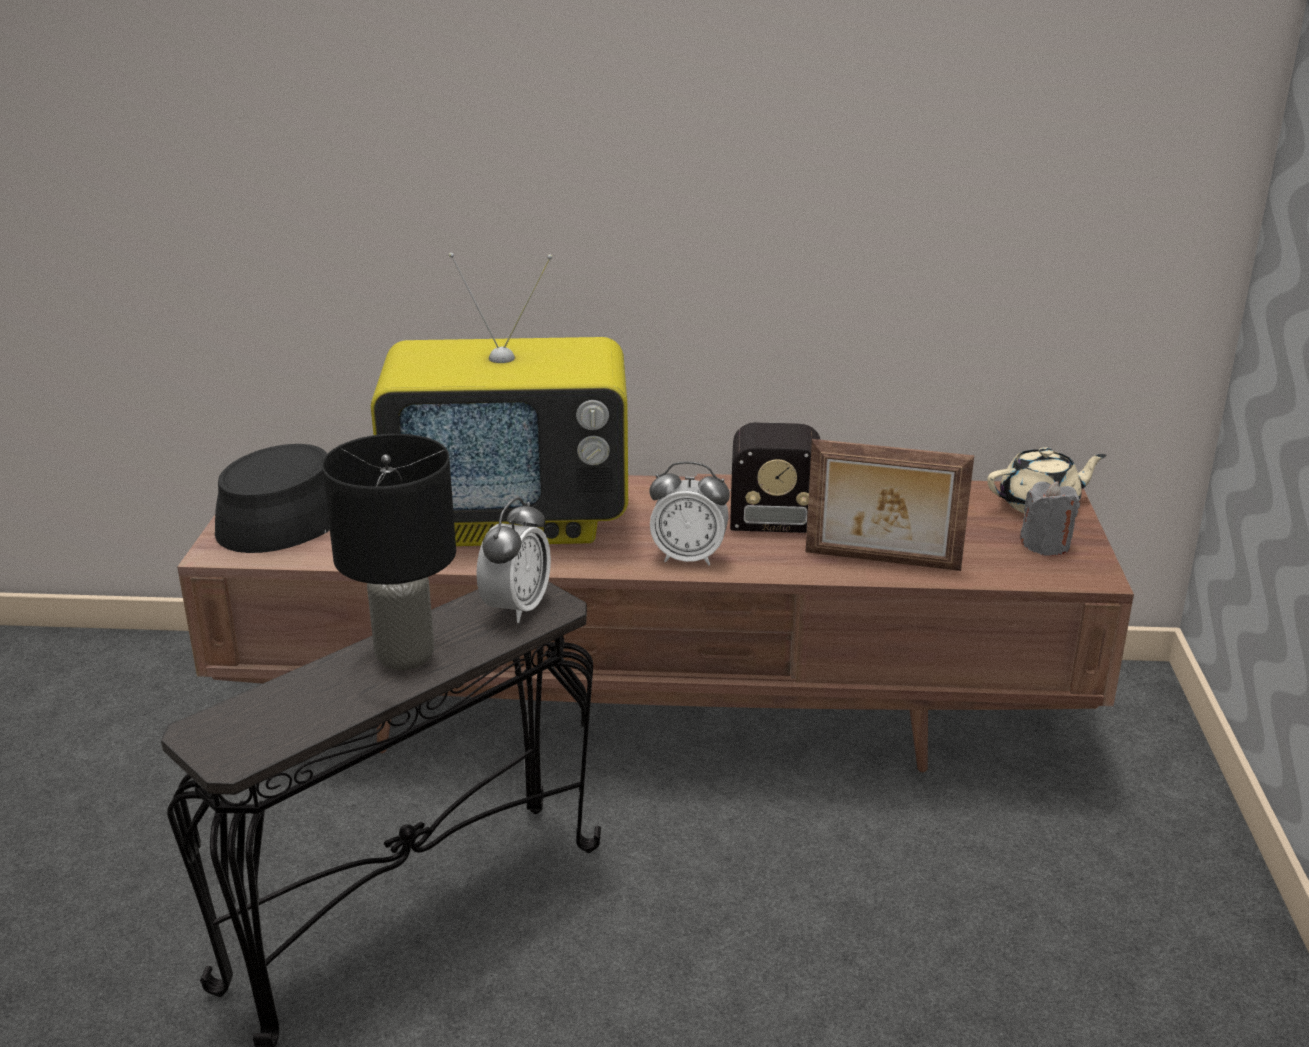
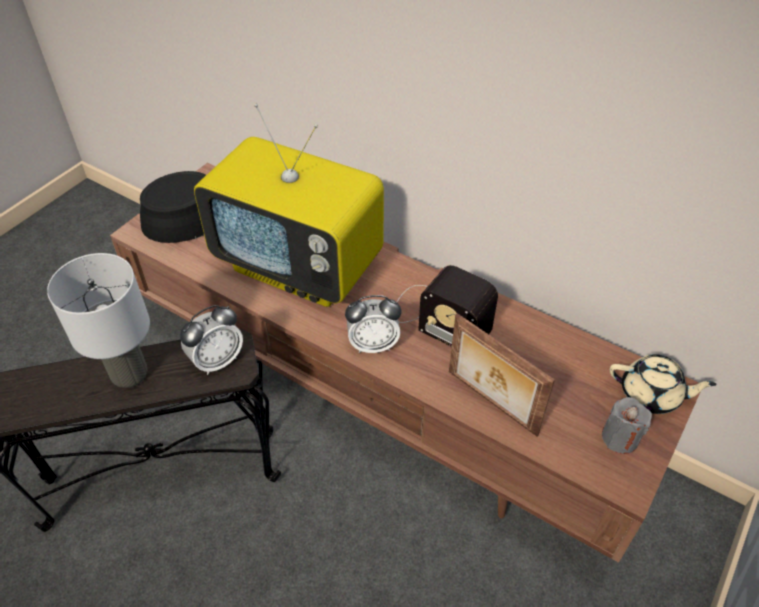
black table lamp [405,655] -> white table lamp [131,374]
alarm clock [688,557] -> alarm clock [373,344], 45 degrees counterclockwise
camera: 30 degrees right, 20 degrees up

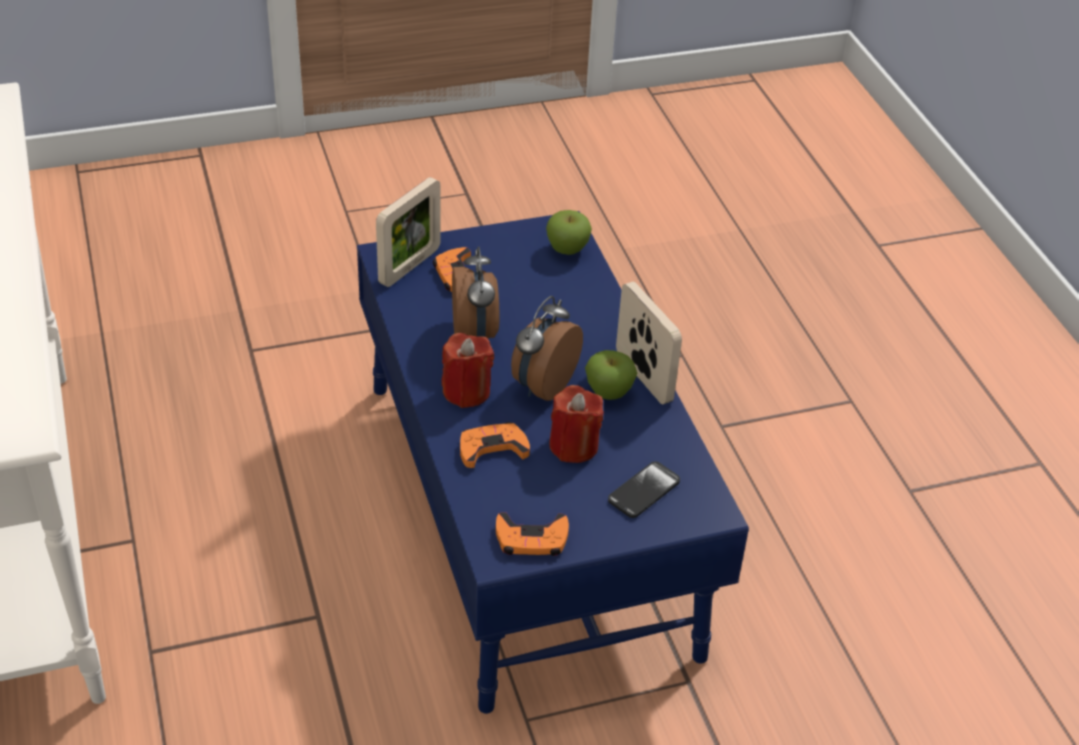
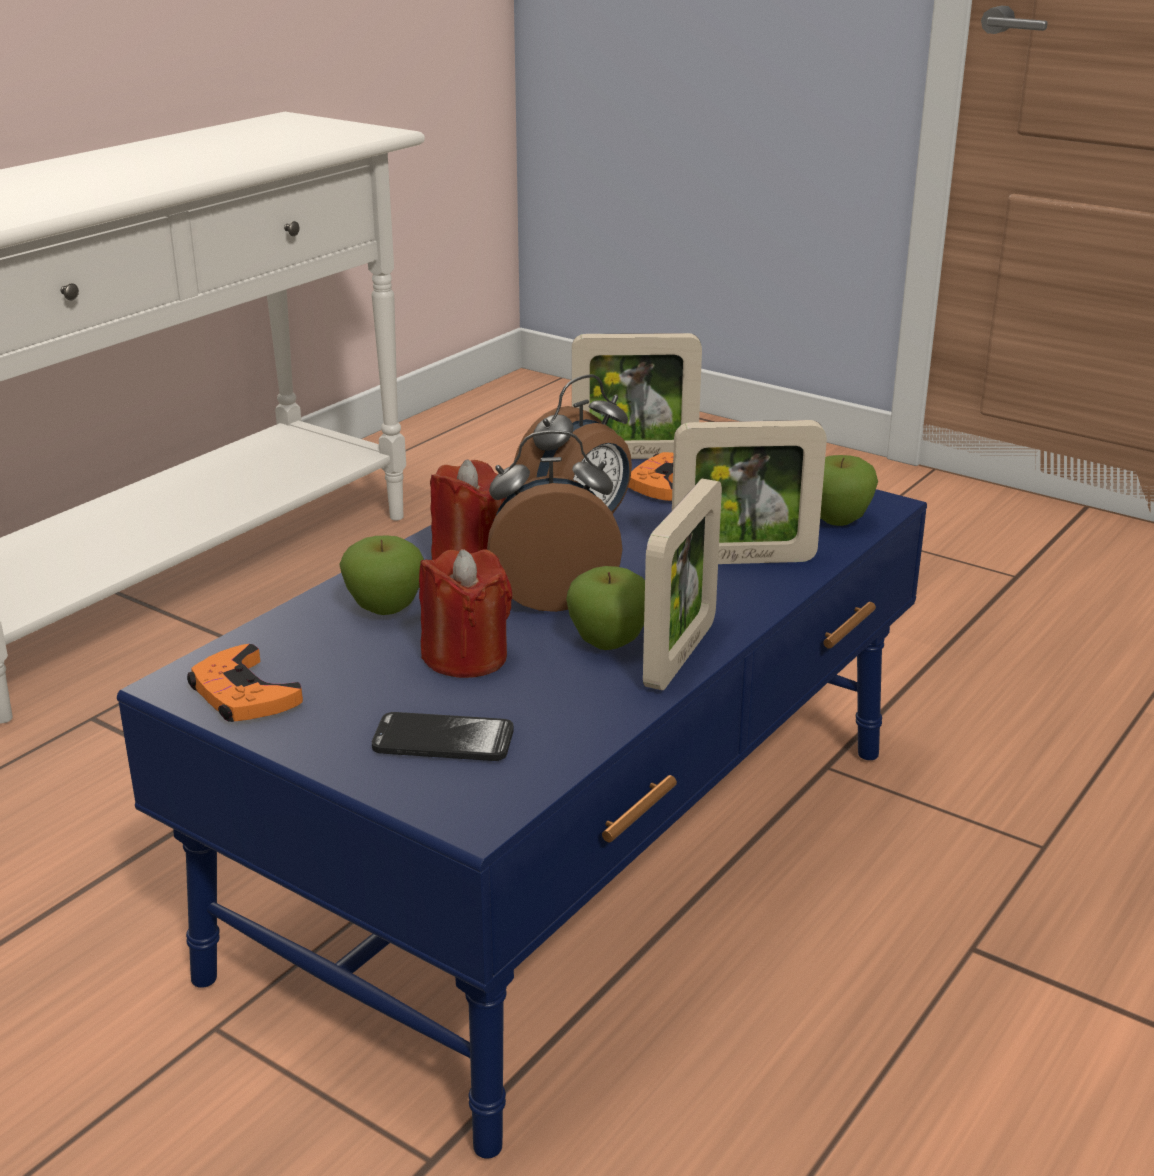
orange game controller [492,448] -> apple [385,609]
none -> picture frame [743,560]
camera: 55 degrees right, 15 degrees down

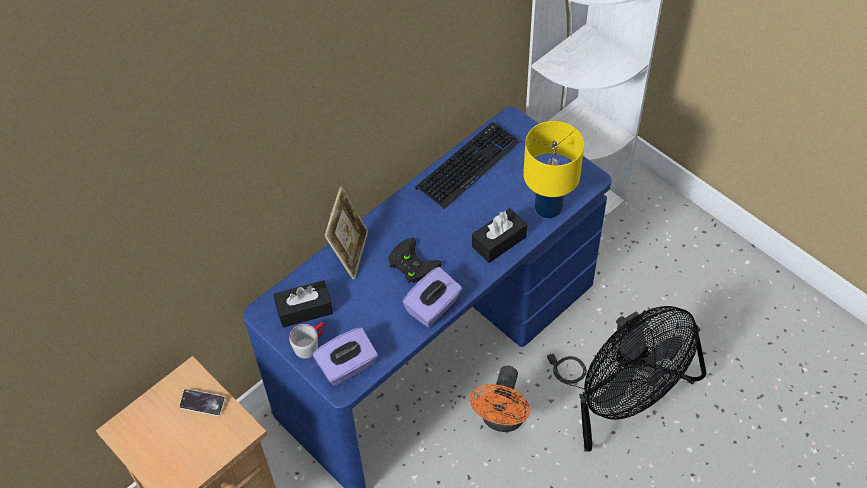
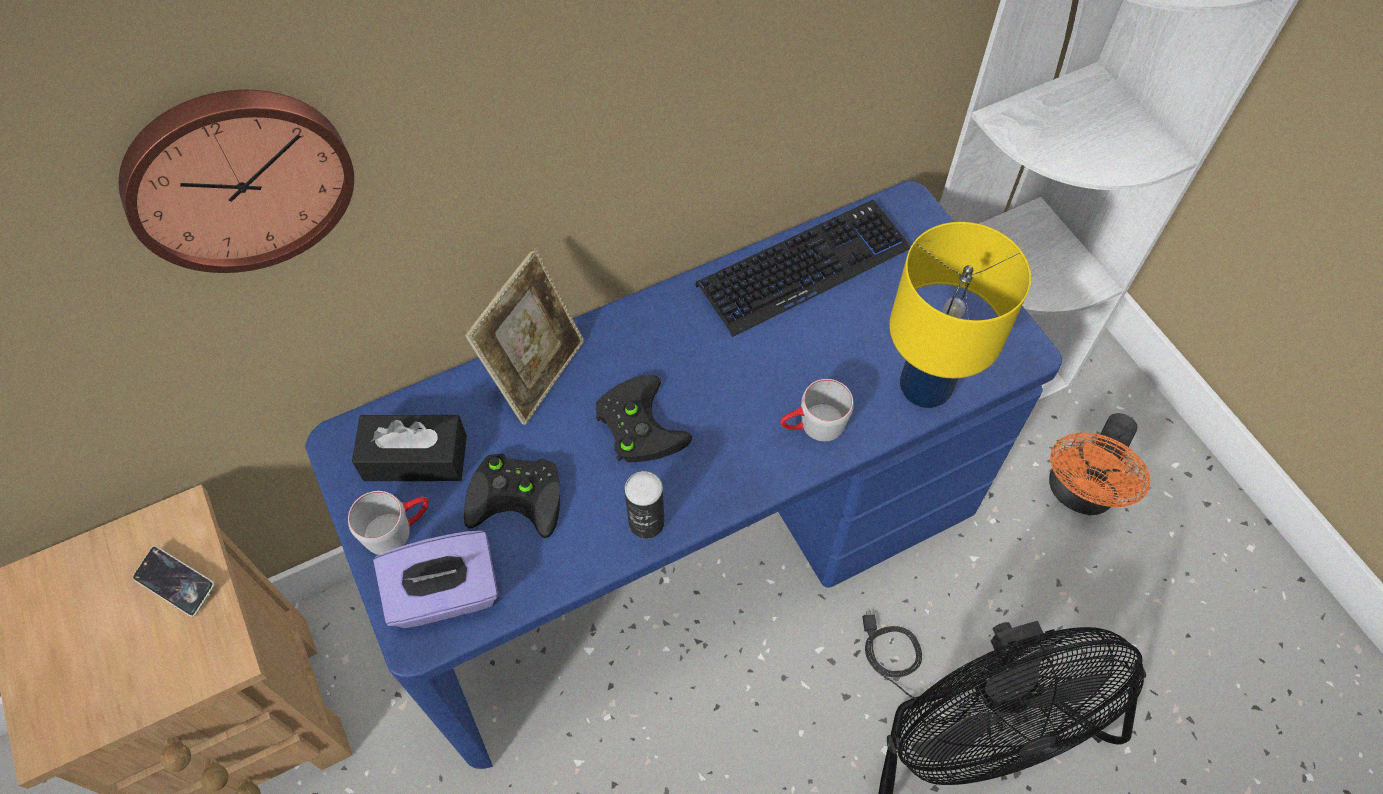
none -> wall clock [238,177]
none -> black game controller [520,495]
purple tissue box [433,307] -> can [646,522]
black tissue box [499,241] -> grey mug [812,426]
orange fan [502,420] -> orange fan [1078,494], relocated
camera: 15 degrees right, 5 degrees up

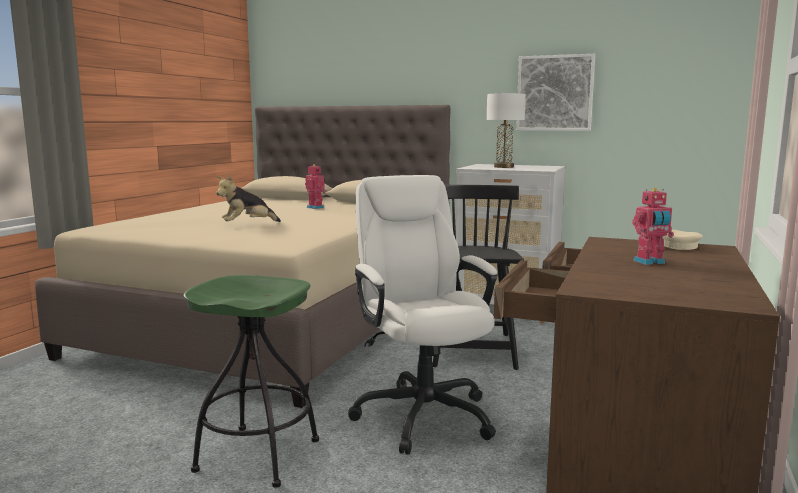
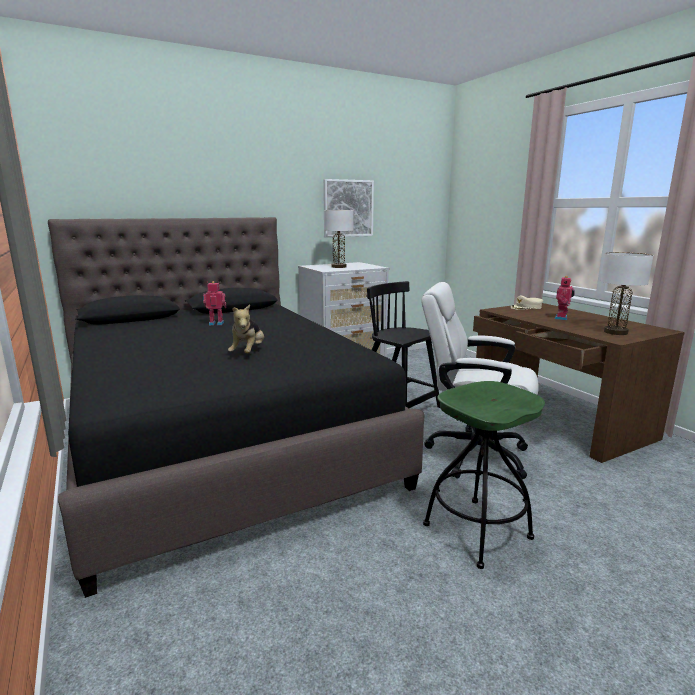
beige bed [280,320] -> black bed [221,440]
none -> table lamp [615,332]
camera: 50 degrees left, 5 degrees up

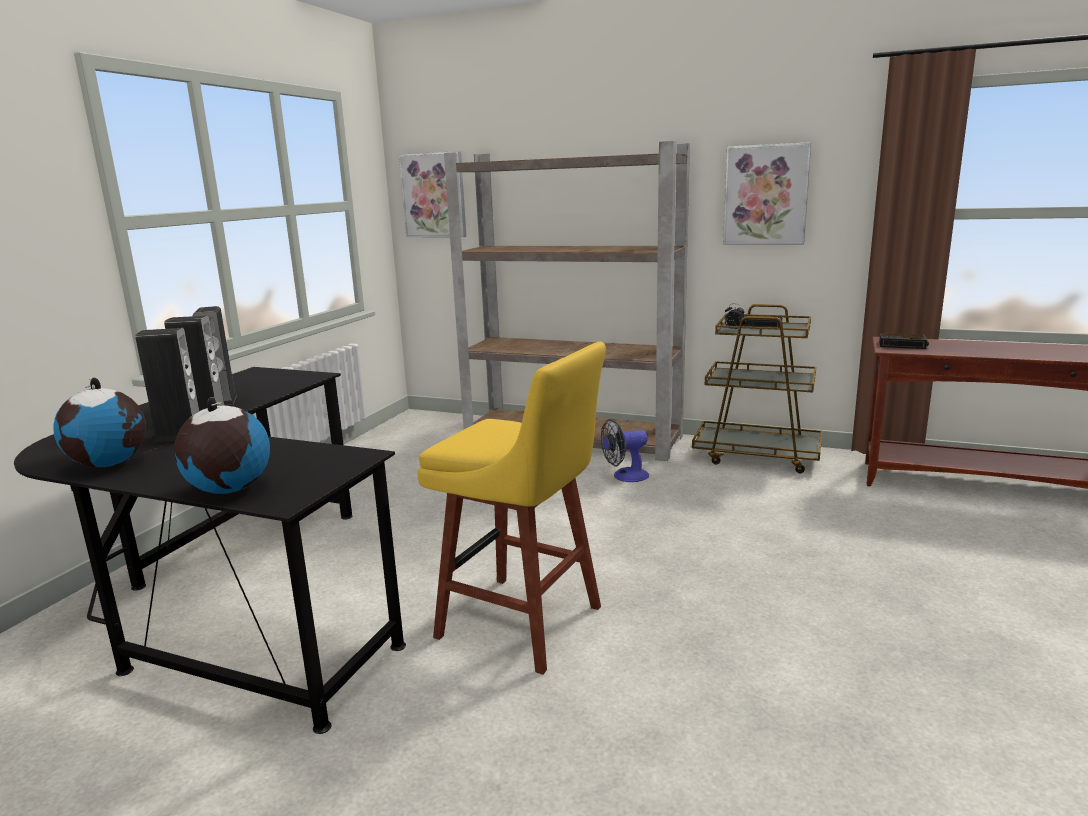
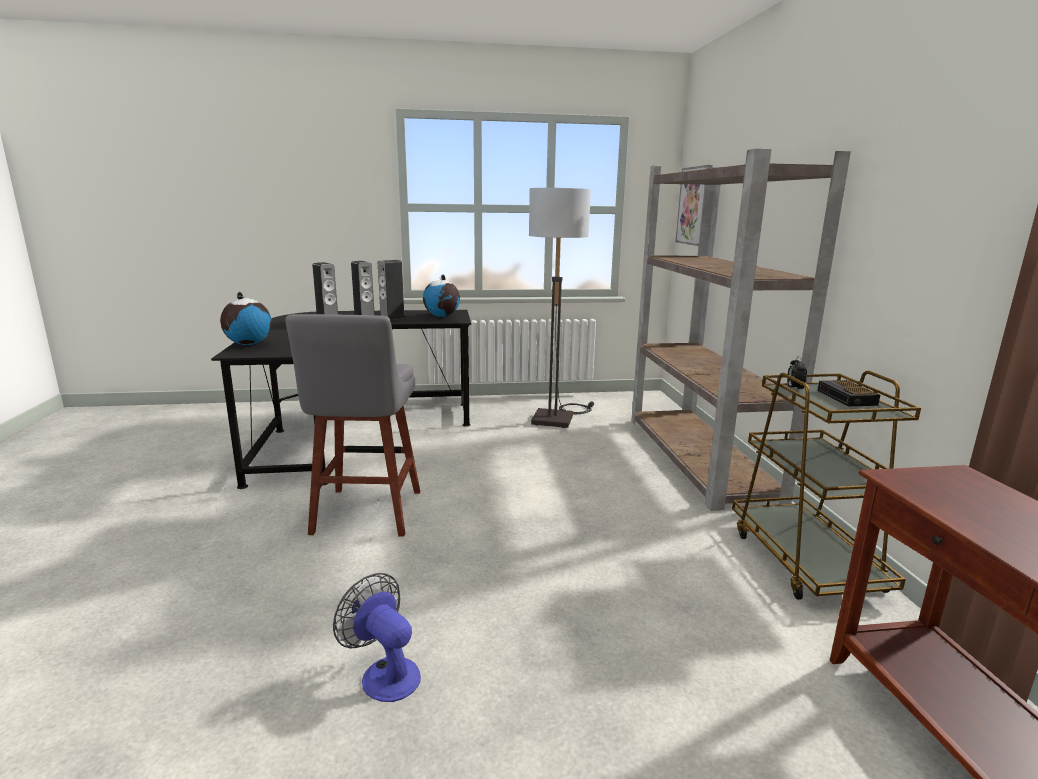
yellow stool [523,623] -> grey stool [366,513]
fan [625,476] -> fan [384,673], relocated
globe [110,464] -> globe [442,316], relocated
none -> floor lamp [559,417]
picture [766,195] -> none
alarm clock [903,345] -> none
camera: 60 degrees right, 0 degrees up

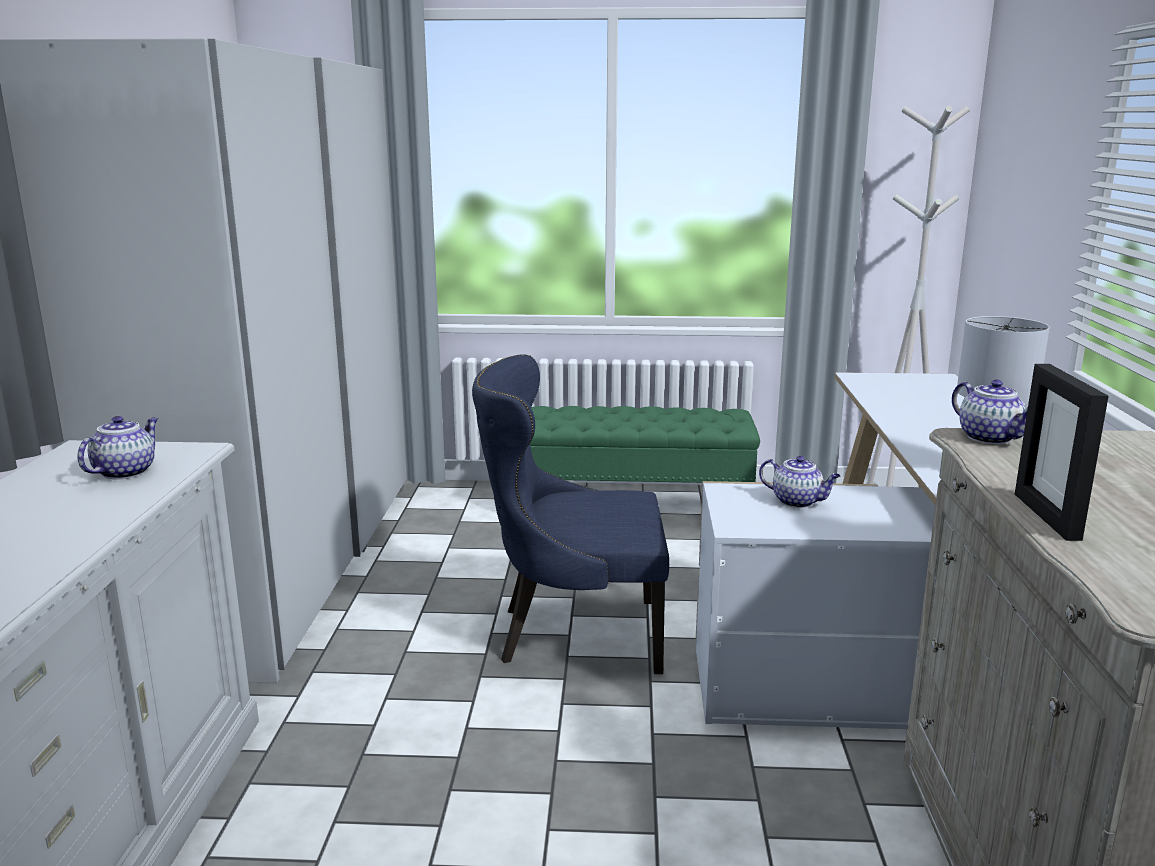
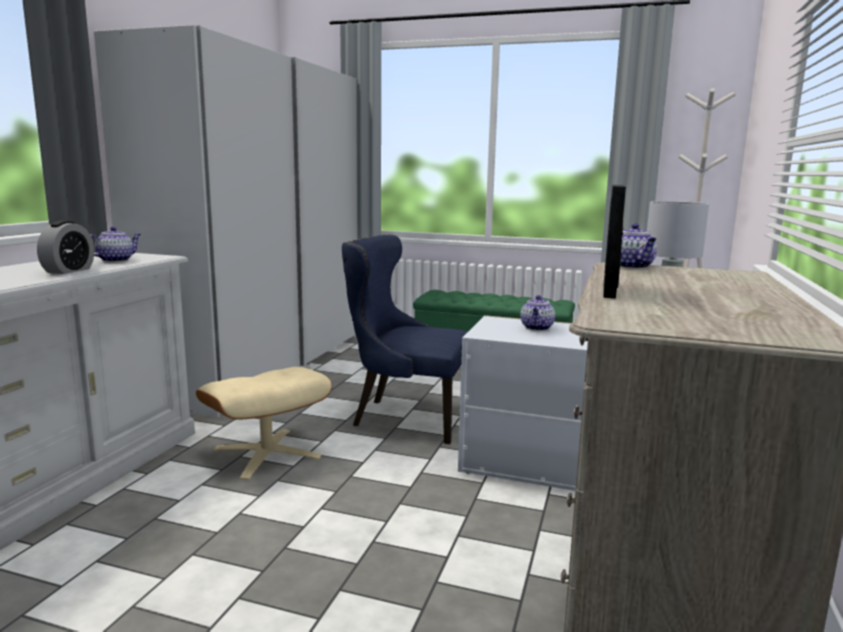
none -> alarm clock [69,271]
none -> beige ottoman [267,453]
teapot [798,502] -> teapot [537,328], 60 degrees clockwise
camera: 15 degrees right, 5 degrees down

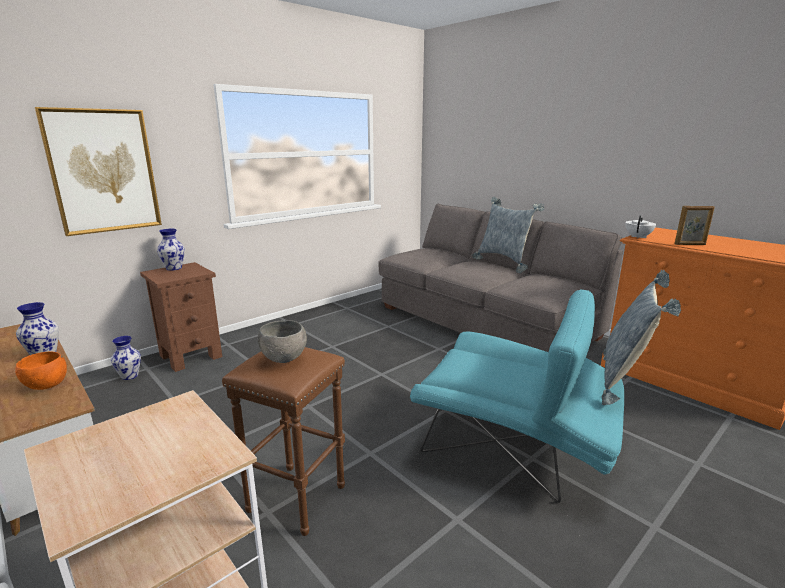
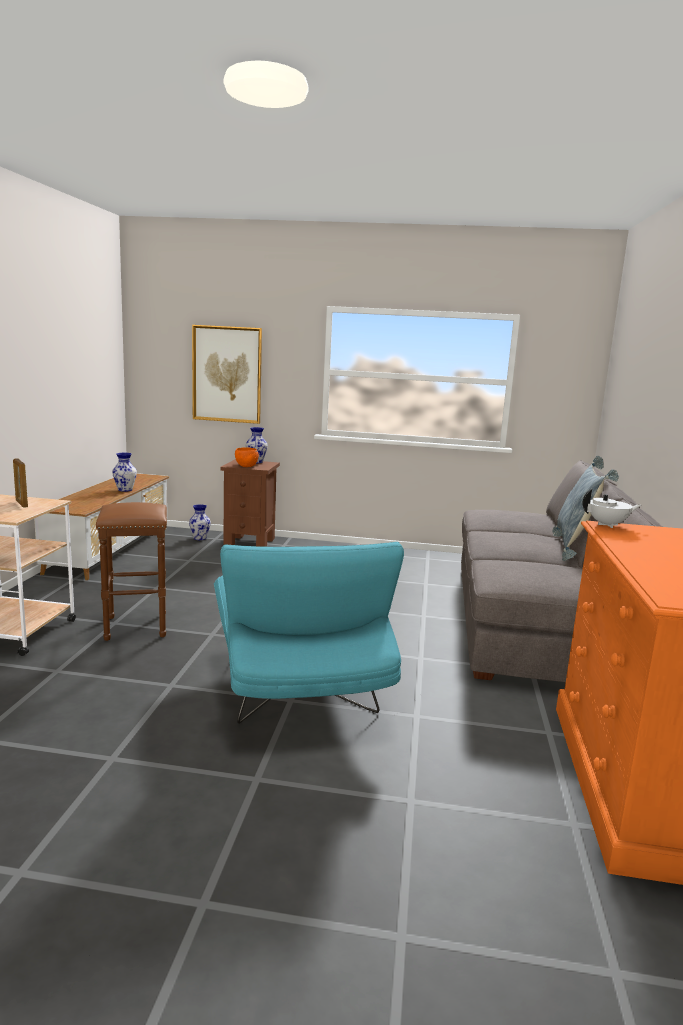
picture frame [690,244] -> picture frame [21,504], relocated
orange bowl [47,386] -> orange bowl [246,466], relocated
grey bowl [284,359] -> none
pillow [626,386] -> none
camera: 50 degrees right, 5 degrees down

